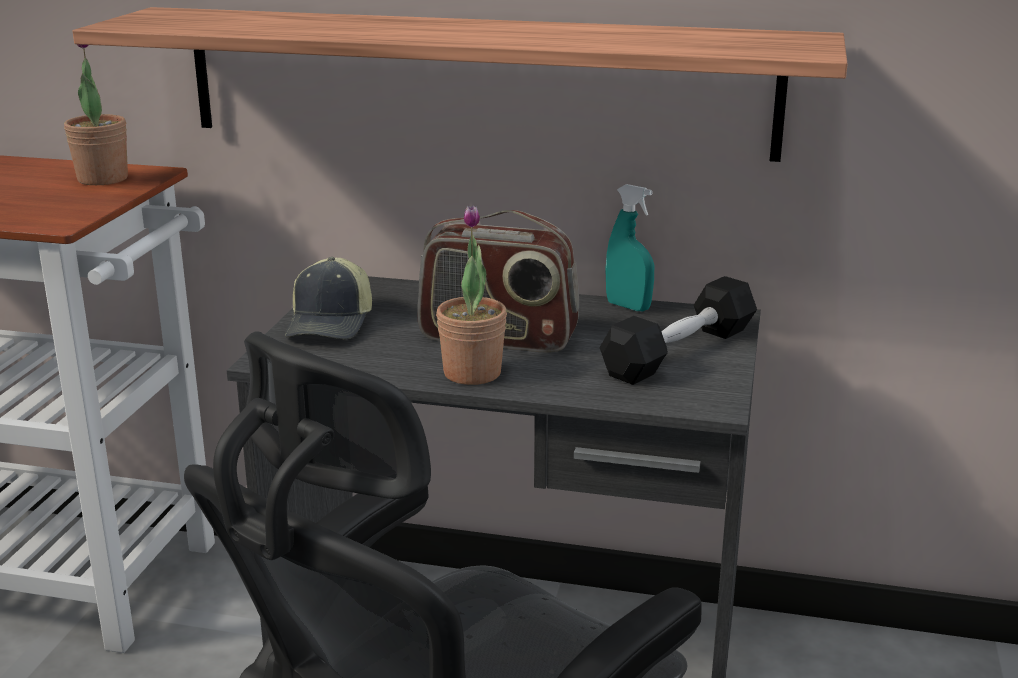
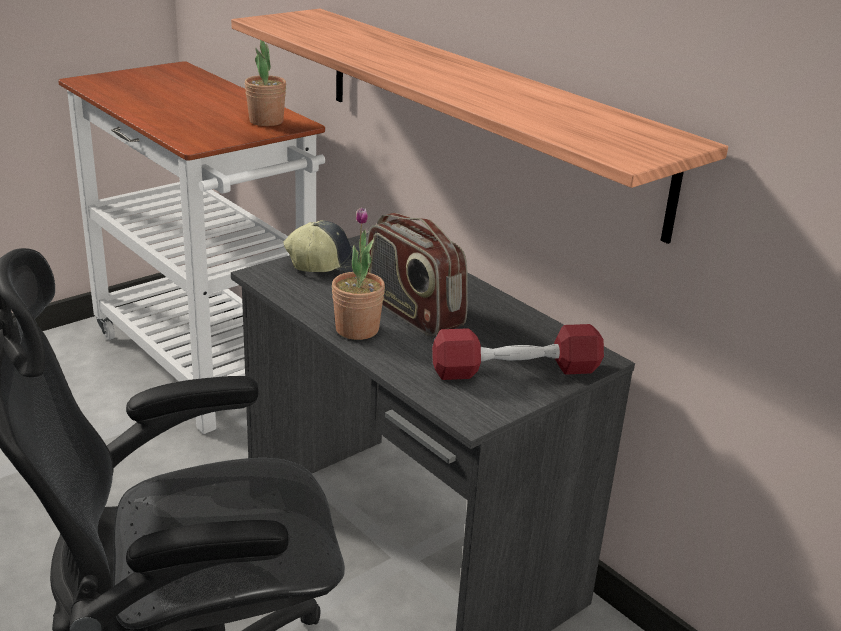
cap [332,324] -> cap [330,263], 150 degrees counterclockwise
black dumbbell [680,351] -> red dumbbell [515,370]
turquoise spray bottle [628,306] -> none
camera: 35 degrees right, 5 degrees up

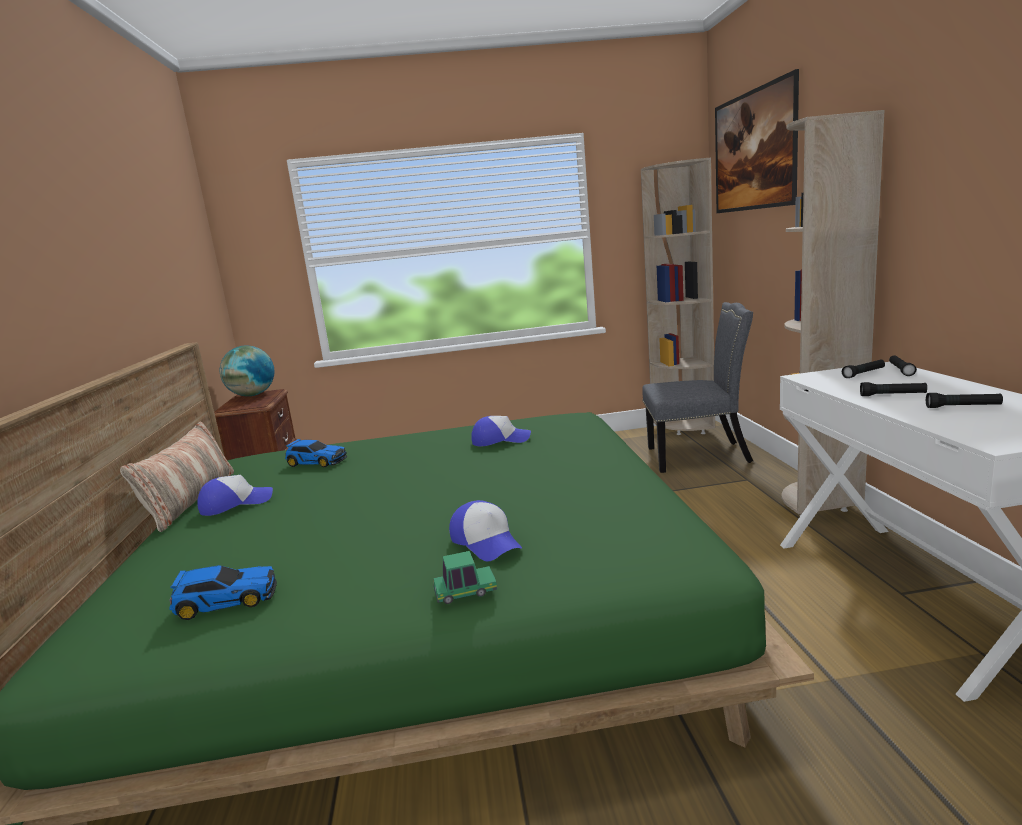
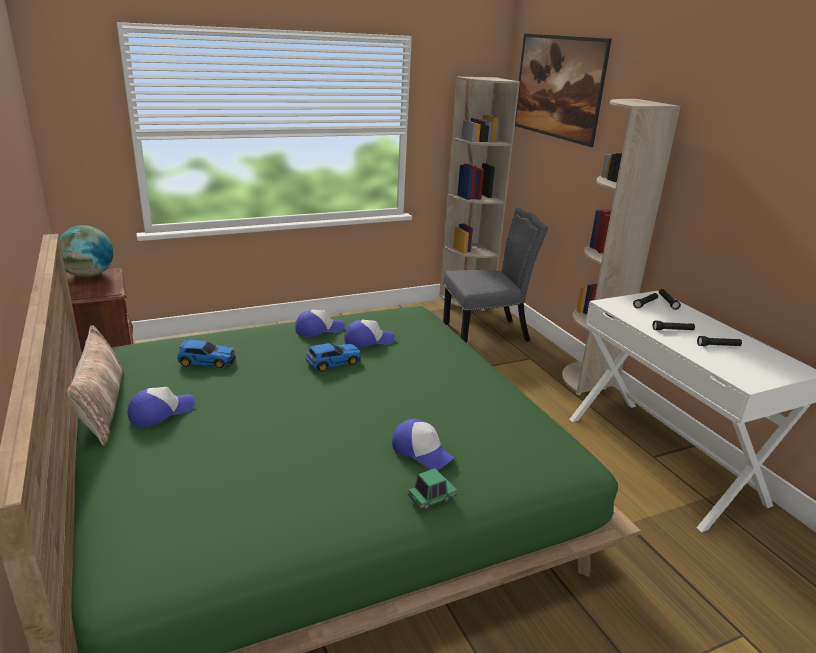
none -> cap [319,329]
toy car [225,601] -> toy car [332,362], relocated
camera: 20 degrees left, 10 degrees up

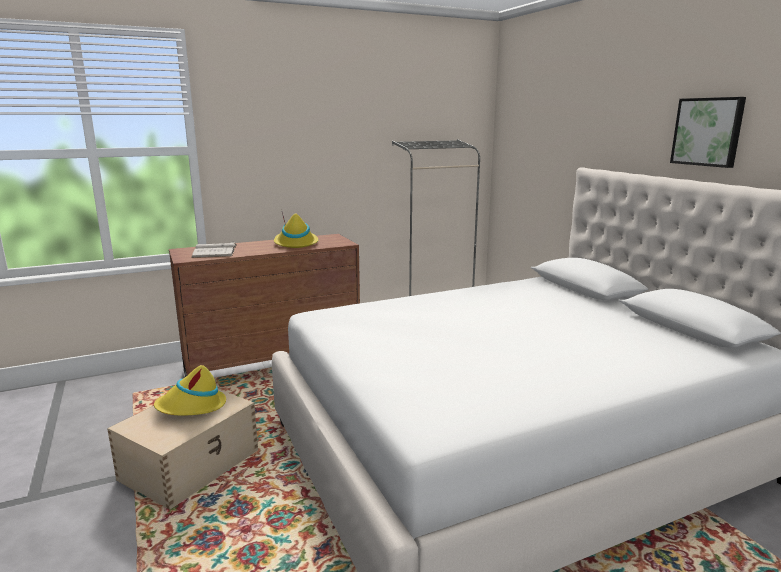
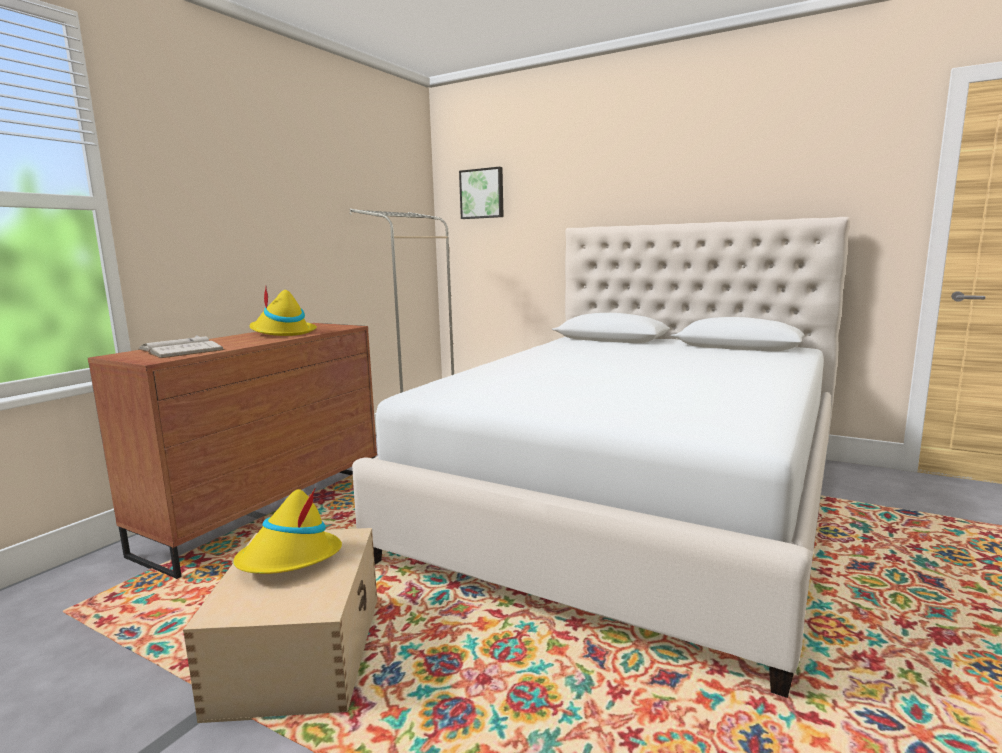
picture [708,132] -> picture [482,193], relocated
camera: 35 degrees left, 5 degrees down

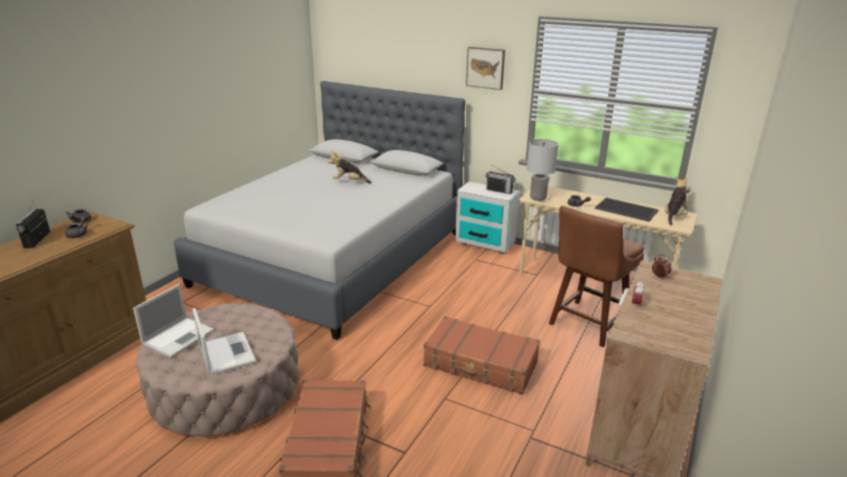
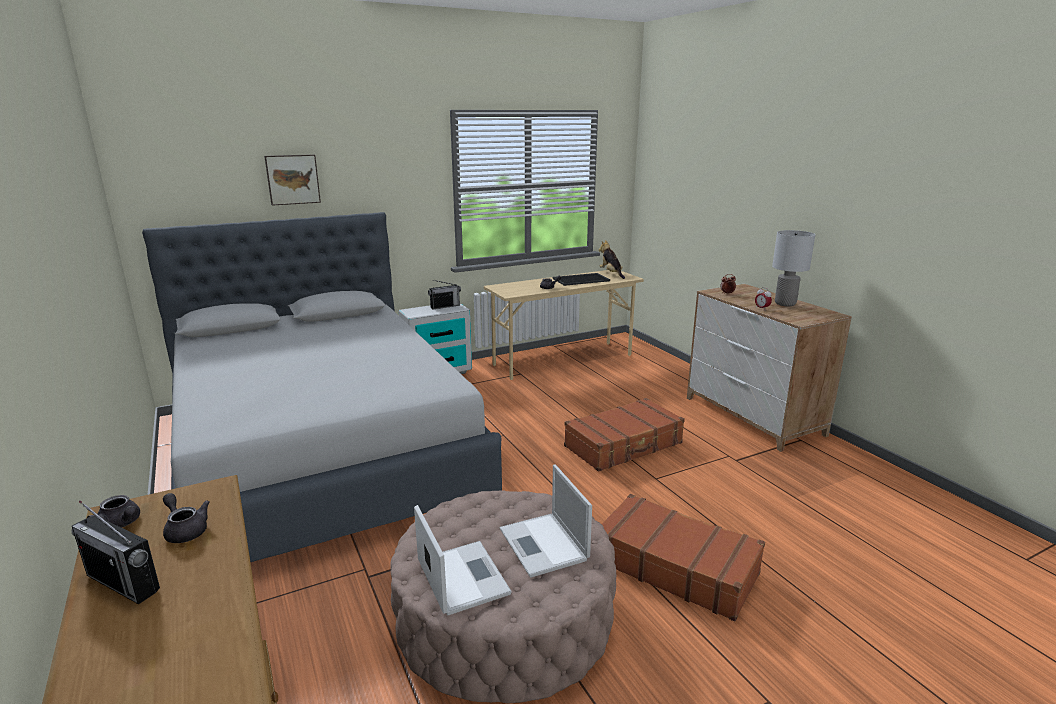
picture [486,67] -> picture [292,179], relocated
laptop [226,353] -> laptop [544,545], 120 degrees counterclockwise
grey table lamp [538,199] -> grey table lamp [785,305], relocated
plush toy [349,182] -> none
brown stool [587,324] -> none
camera: 55 degrees left, 5 degrees down

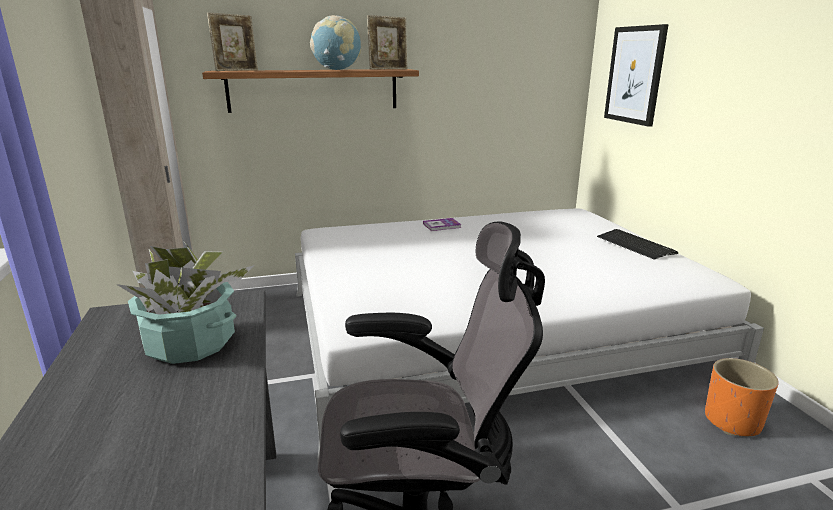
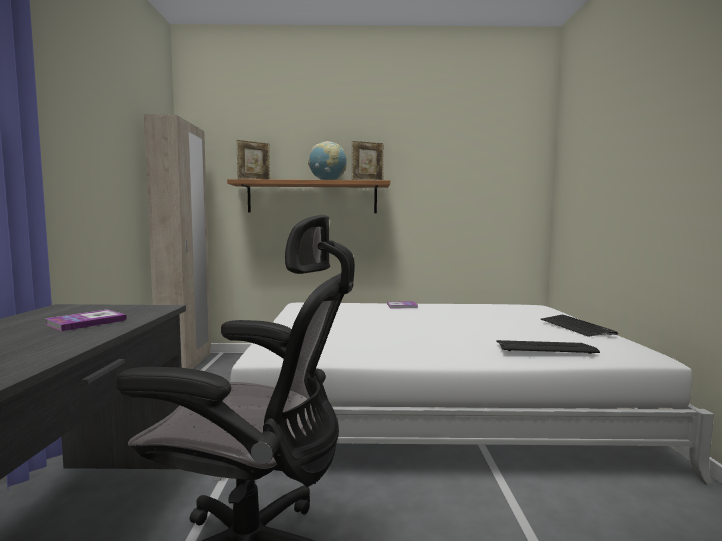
potted plant [190,344] -> book [86,322]
none -> keyboard [544,348]
picture [635,75] -> none
orange planter [732,421] -> none
camera: 15 degrees right, 15 degrees down

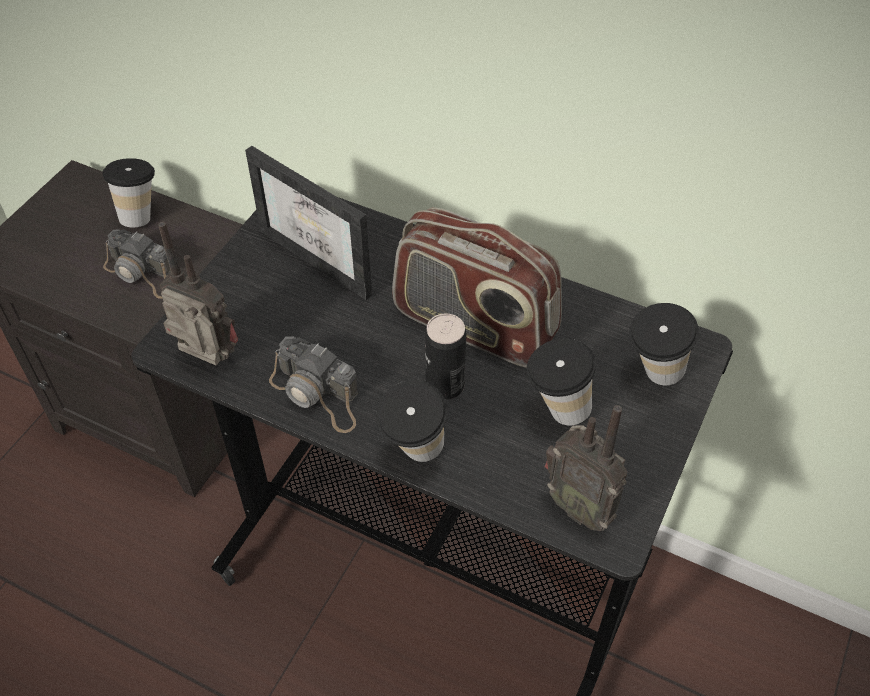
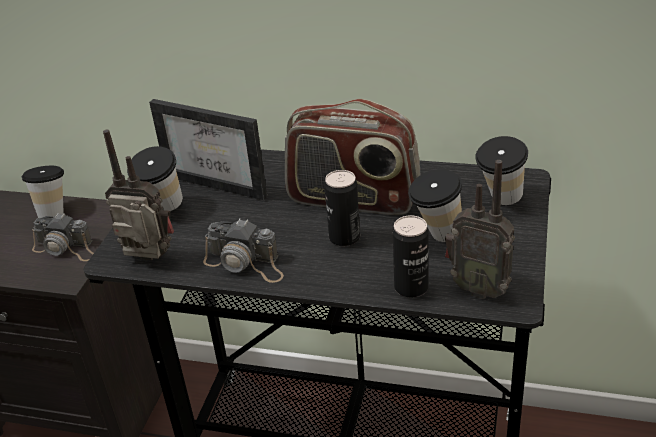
cup [414,455] -> cup [163,209], relocated
none -> can [411,287]
camera: 10 degrees left, 15 degrees down

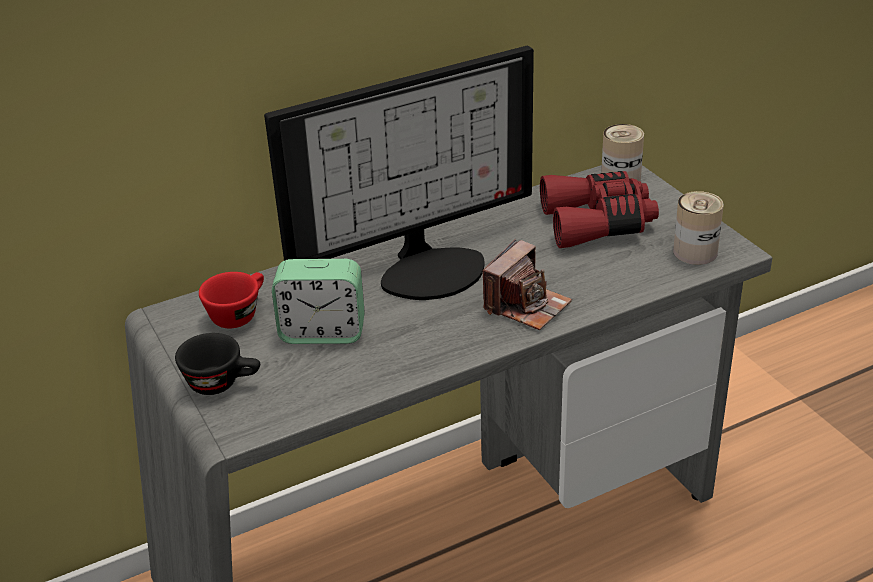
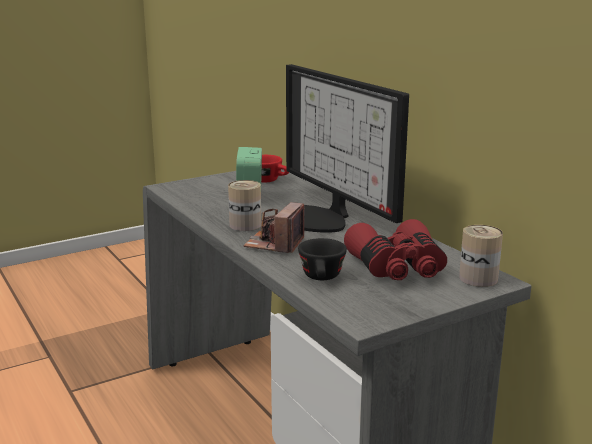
can [695,252] -> can [245,225], relocated
photo camera [526,305] -> photo camera [275,244], 75 degrees clockwise
black cup [222,383] -> black cup [322,278], relocated
camera: 85 degrees right, 15 degrees down

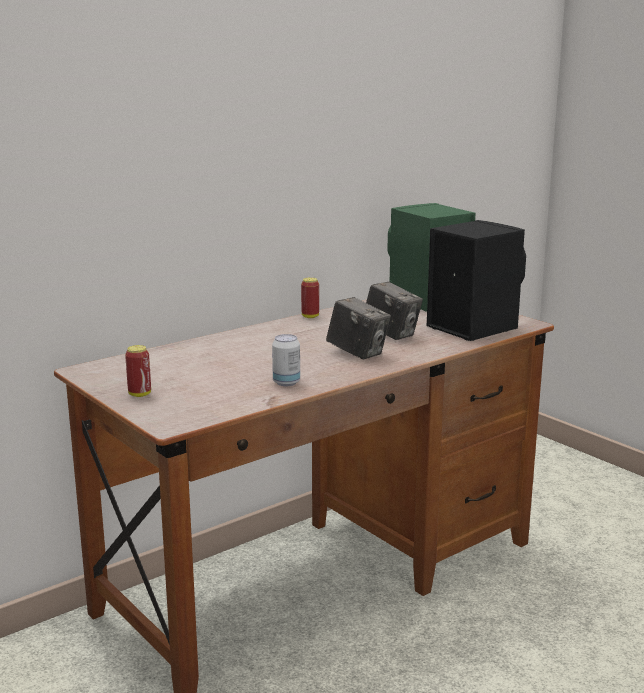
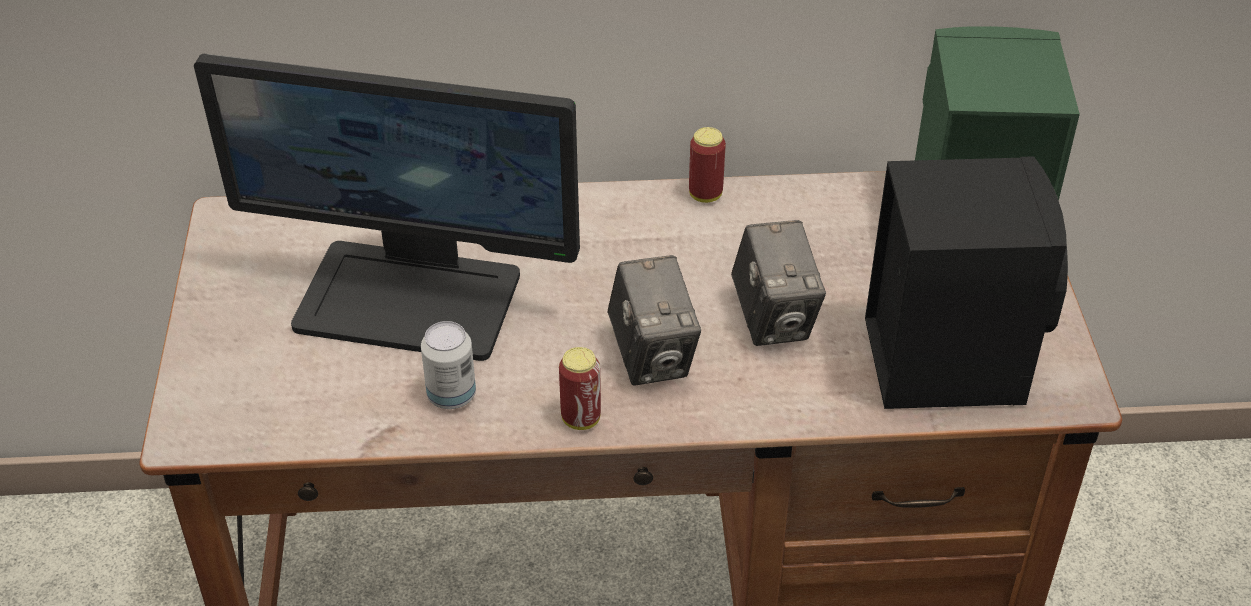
none -> monitor [411,298]
can [139,394] -> can [581,419], relocated
camera: 35 degrees right, 25 degrees up

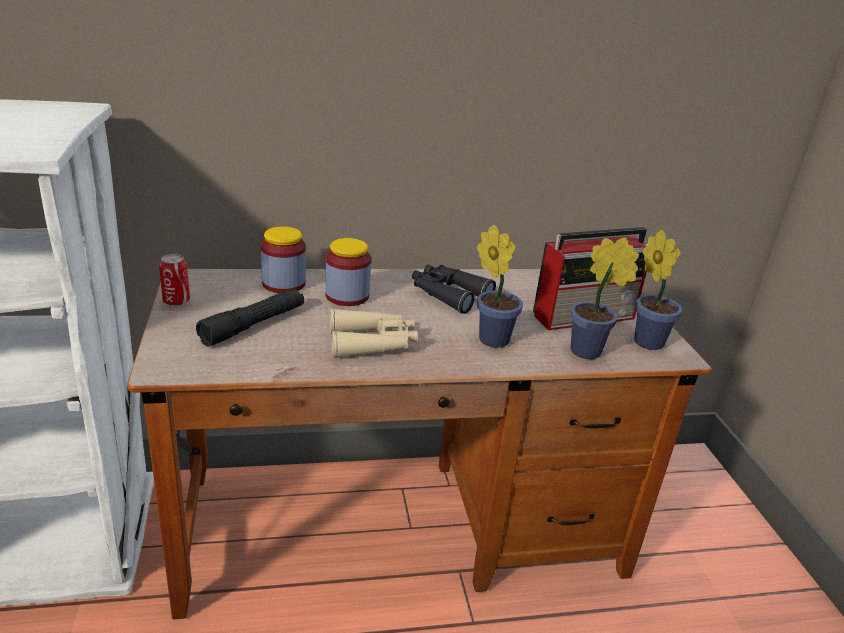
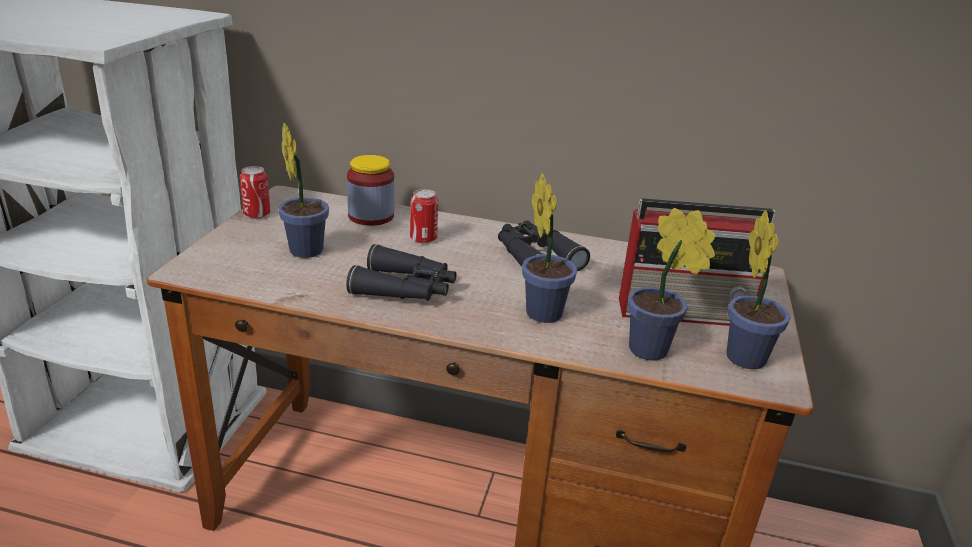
black flashlight [253,325] -> potted plant [305,248]
beige binoculars [373,343] -> black binoculars [405,289]
jar [347,296] -> can [423,238]
camera: 25 degrees right, 0 degrees up

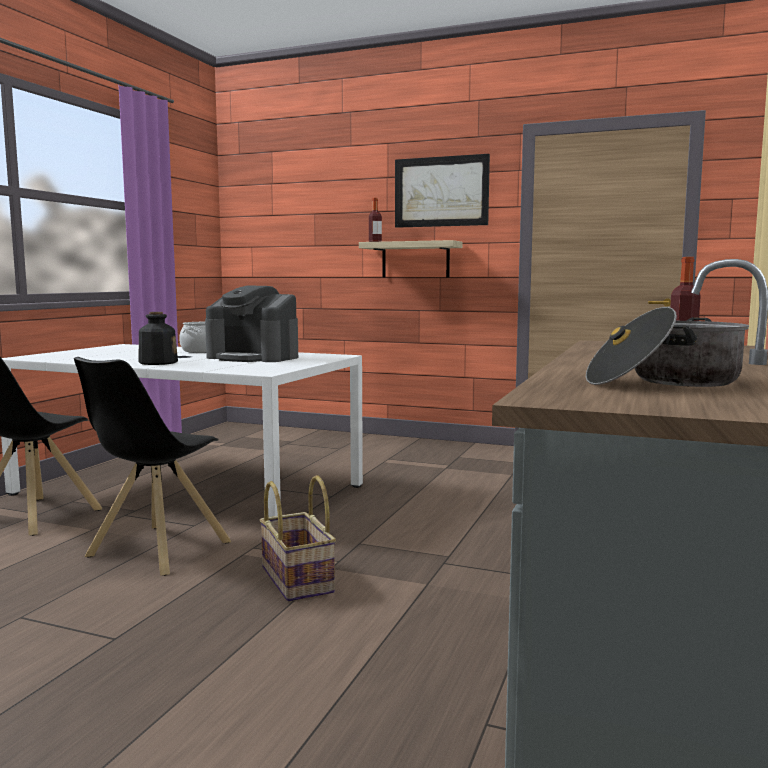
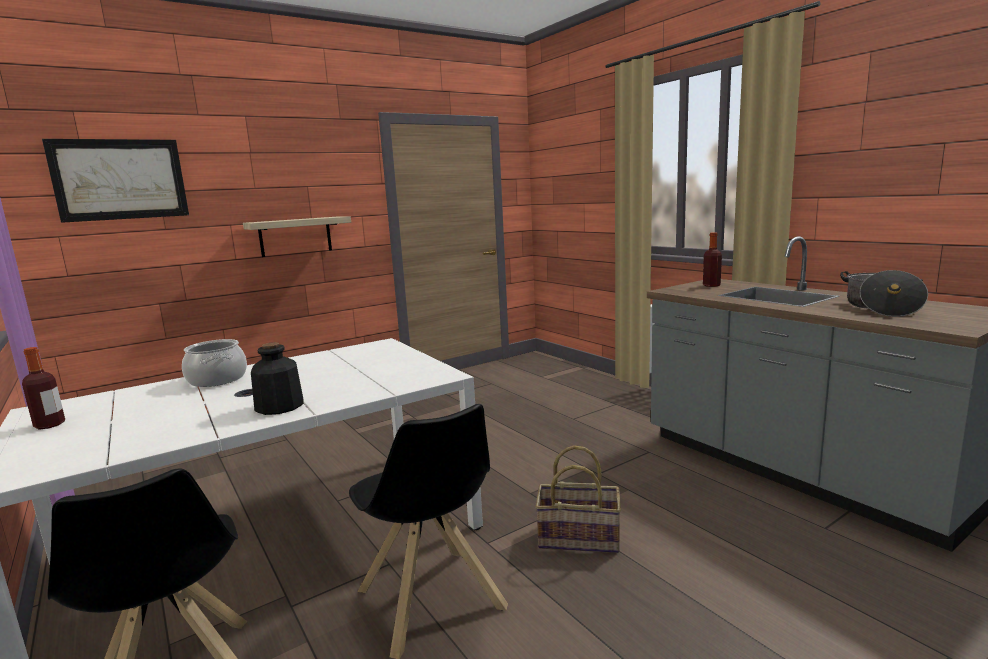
bottle [375,242] -> bottle [50,425], relocated
picture [441,192] -> picture [120,179], relocated
coffee machine [254,357] -> none
camera: 55 degrees left, 5 degrees up

